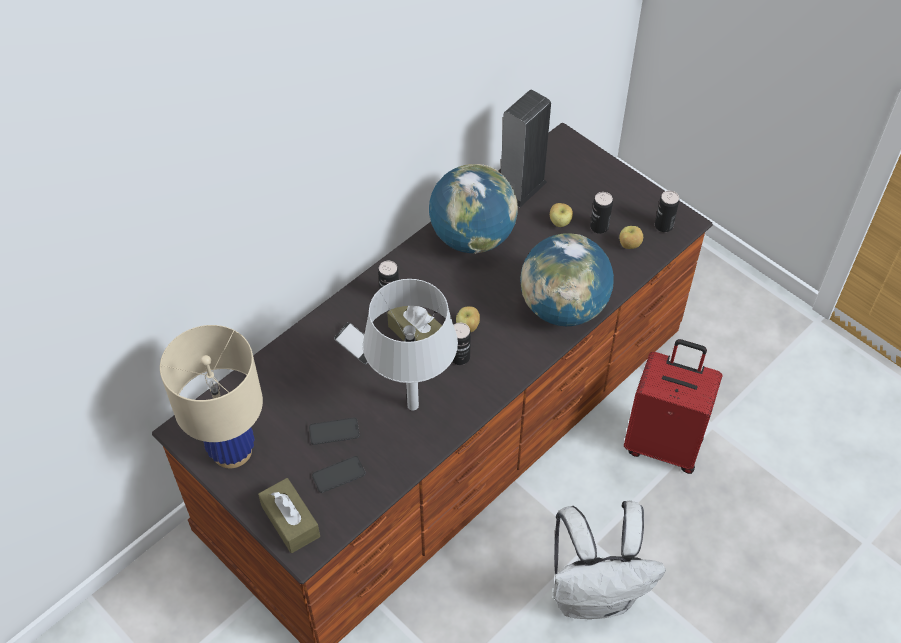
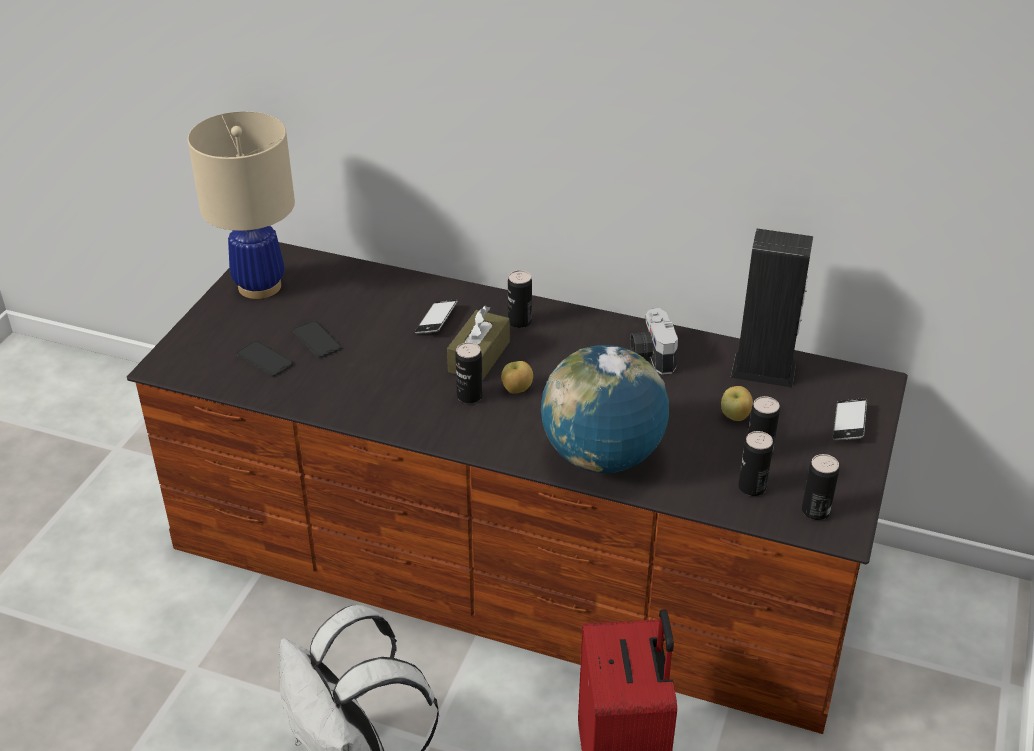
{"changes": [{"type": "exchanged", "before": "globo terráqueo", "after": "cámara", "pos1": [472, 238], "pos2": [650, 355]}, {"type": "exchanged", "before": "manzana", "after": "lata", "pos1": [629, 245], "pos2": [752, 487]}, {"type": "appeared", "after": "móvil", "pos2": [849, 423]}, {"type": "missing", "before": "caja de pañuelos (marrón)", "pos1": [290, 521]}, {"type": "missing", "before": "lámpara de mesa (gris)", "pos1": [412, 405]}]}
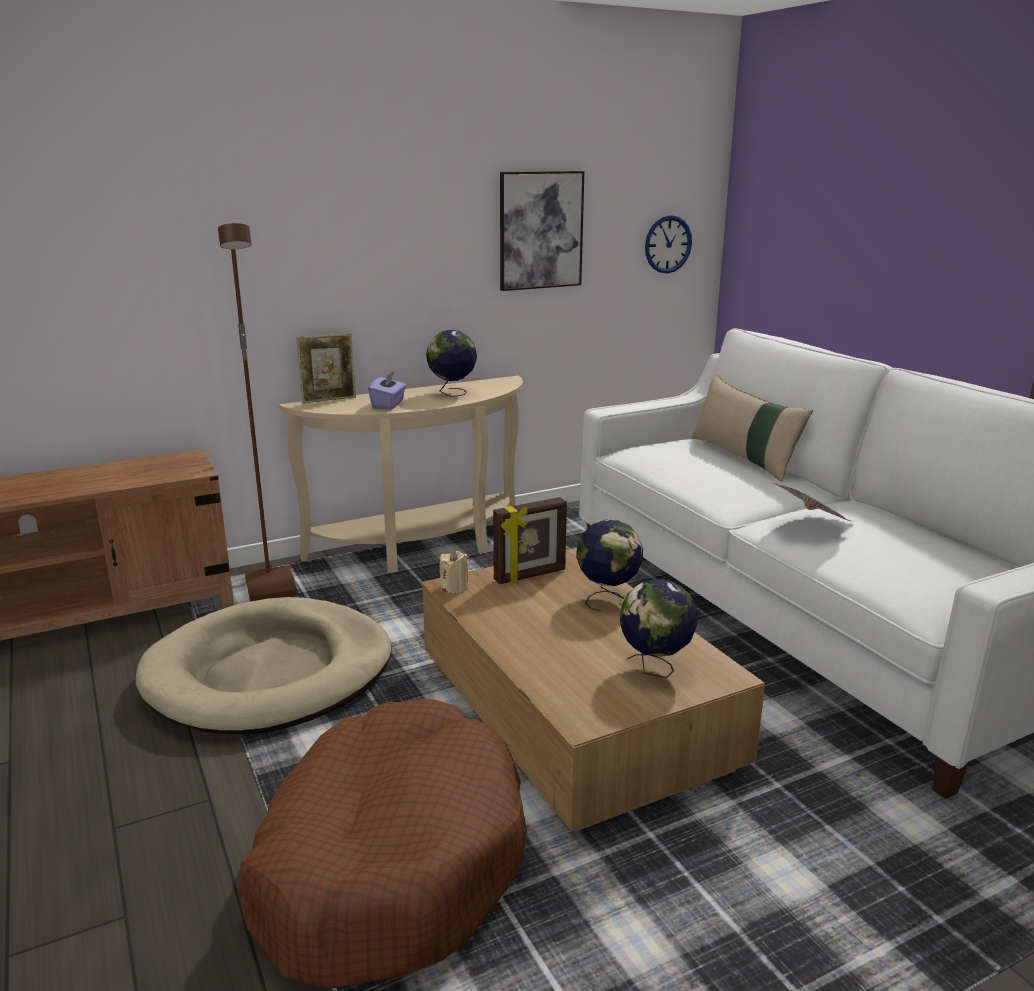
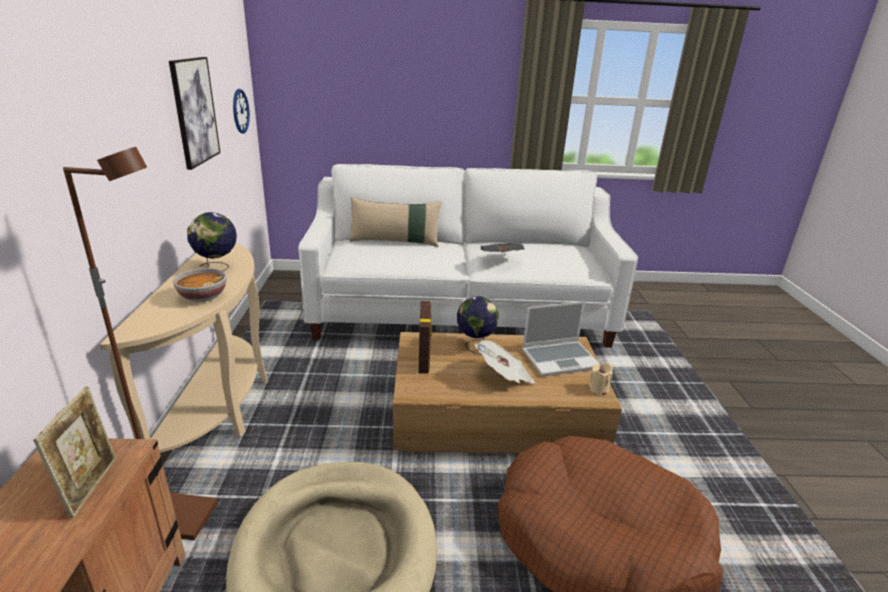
{"changes": [{"type": "relocated", "before": "portarretratos", "pos1": [329, 400], "pos2": [91, 486]}, {"type": "exchanged", "before": "caja de pañuelos (morado)", "after": "cuenco", "pos1": [388, 404], "pos2": [202, 296]}, {"type": "appeared", "after": "periódico", "pos2": [504, 376]}, {"type": "exchanged", "before": "globo terráqueo", "after": "portátil", "pos1": [655, 669], "pos2": [560, 359]}, {"type": "relocated", "before": "vela (beis)", "pos1": [454, 587], "pos2": [598, 389]}]}
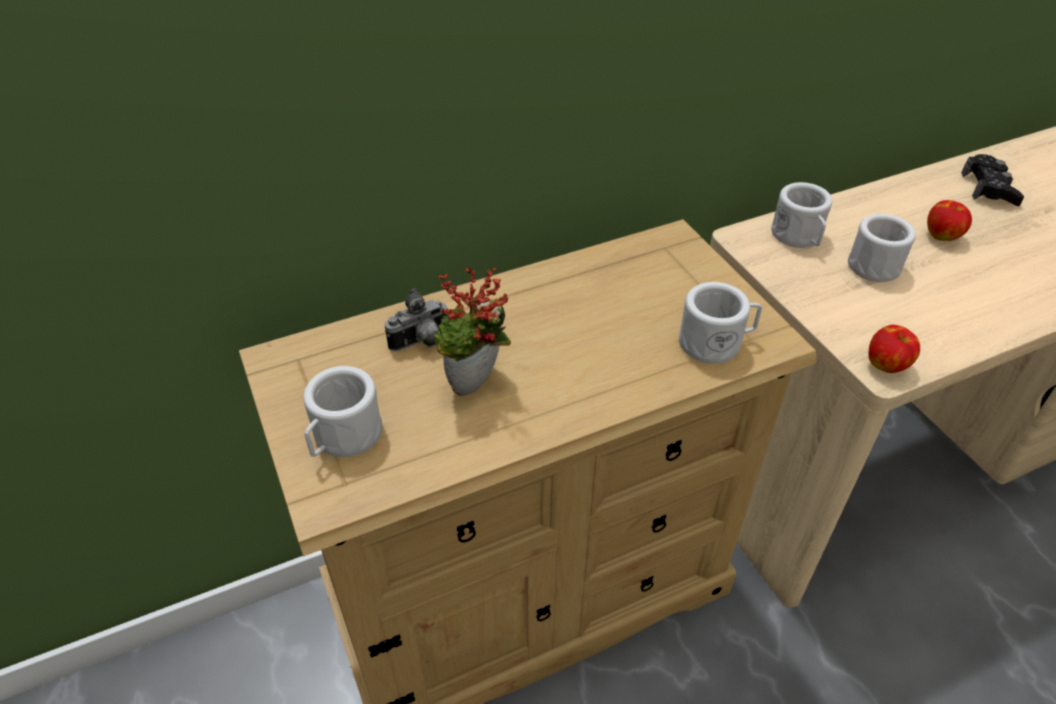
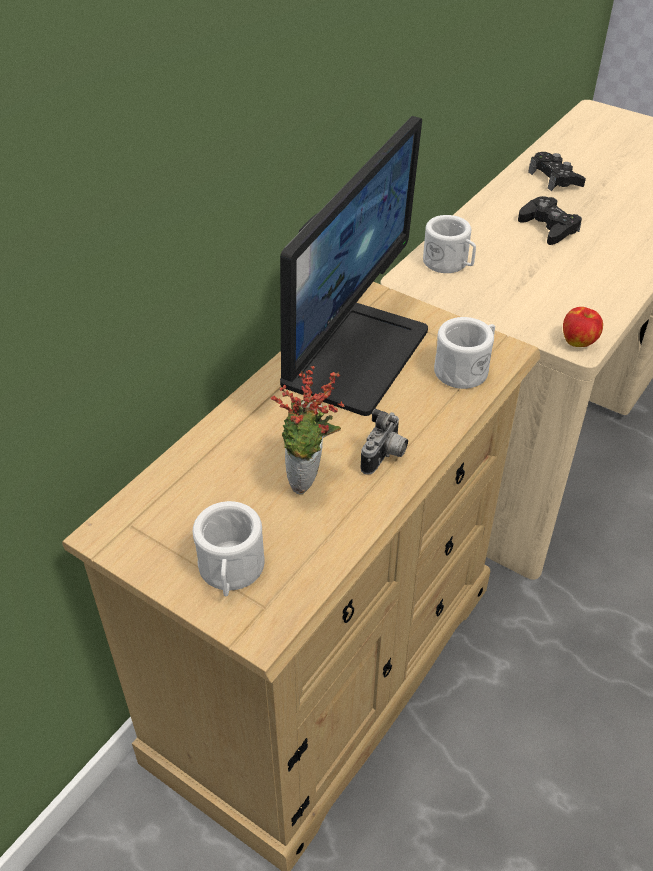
{"changes": [{"type": "appeared", "after": "monitor", "pos2": [353, 354]}, {"type": "relocated", "before": "cámara", "pos1": [422, 342], "pos2": [385, 457]}, {"type": "exchanged", "before": "manzana", "after": "mando de consola (negro)", "pos1": [942, 236], "pos2": [548, 227]}, {"type": "missing", "before": "taza grande (blanco)", "pos1": [872, 262]}]}
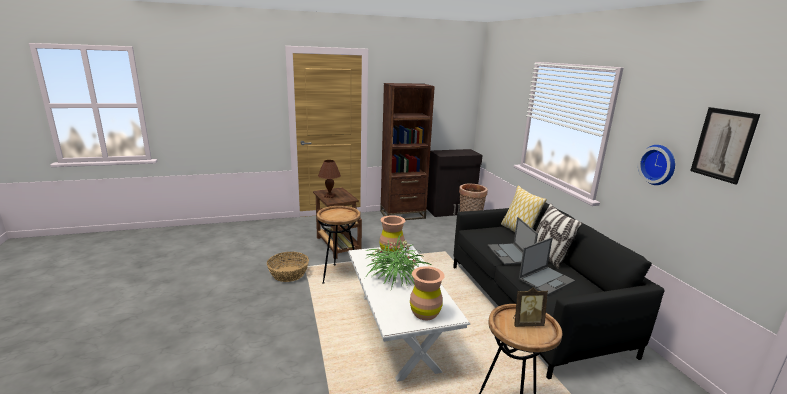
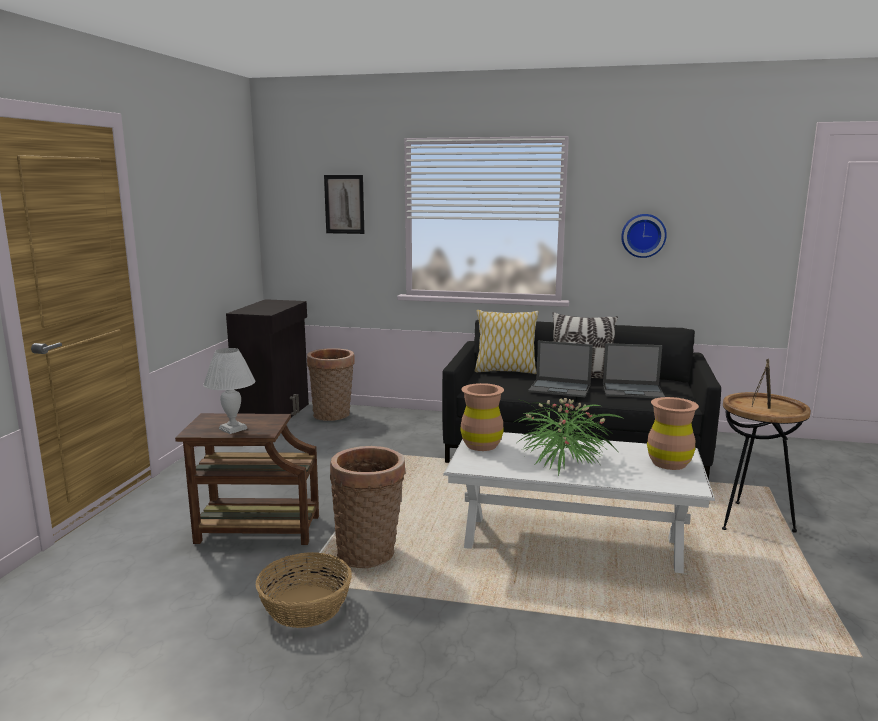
{"changes": [{"type": "colour", "before": "lámpara de mesa (marrón)", "after": "lámpara de mesa (blanco)", "pos1": [330, 196], "pos2": [233, 428]}, {"type": "relocated", "before": "cuadro", "pos1": [723, 144], "pos2": [344, 204]}, {"type": "exchanged", "before": "mesa auxiliar (marrón)", "after": "cesta", "pos1": [339, 275], "pos2": [370, 553]}, {"type": "spun", "before": "portátil", "pos1": [546, 280], "pos2": [633, 391], "turn": 105}, {"type": "missing", "before": "estantería (marrón)", "pos1": [402, 215]}]}
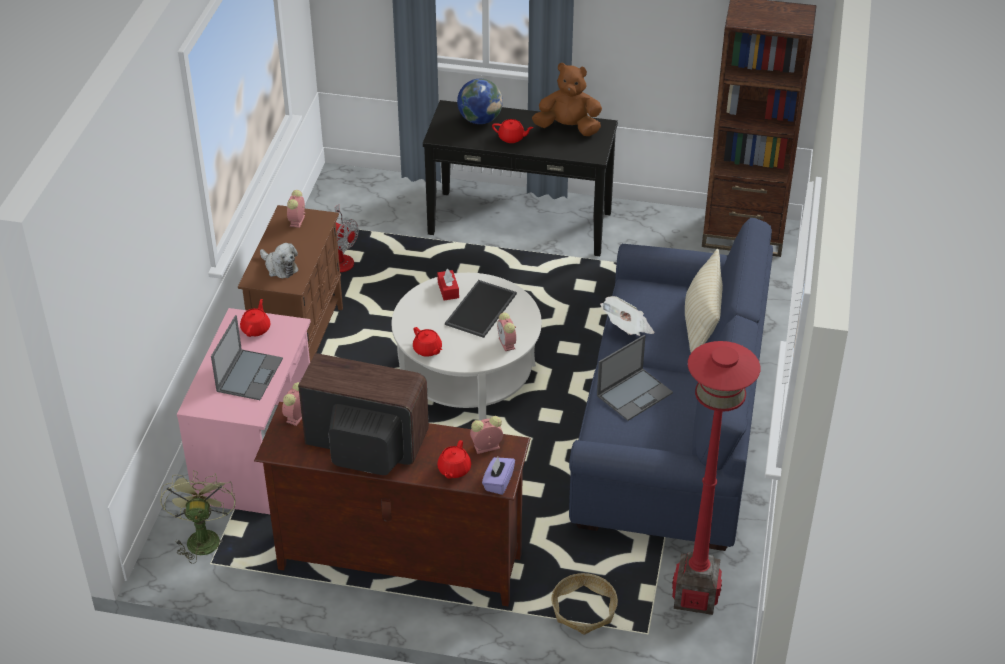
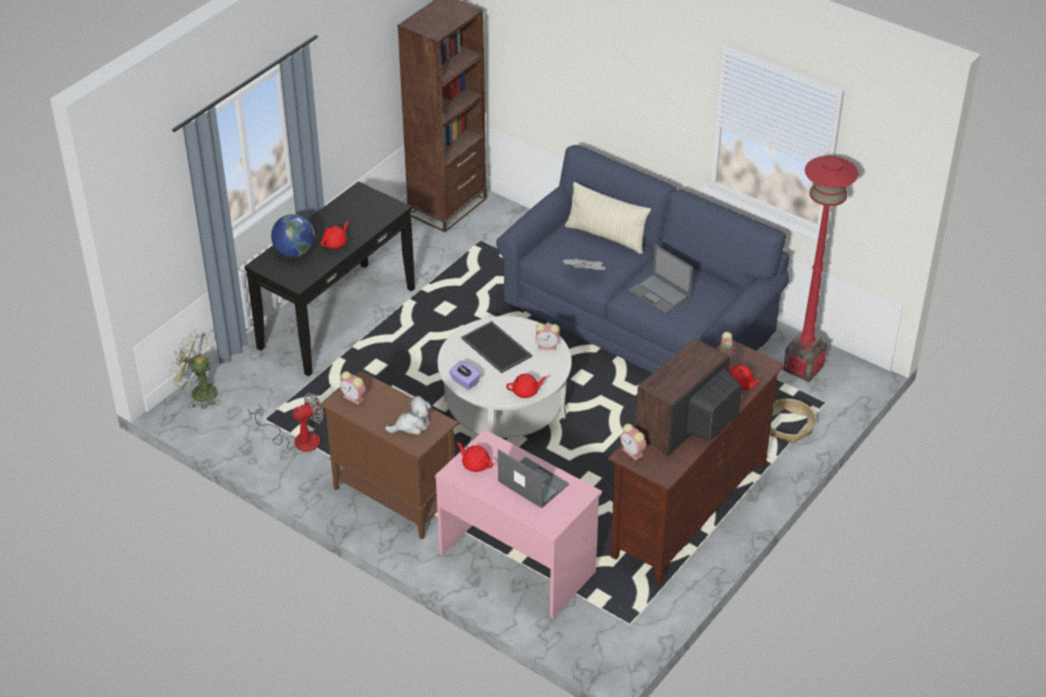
{"changes": [{"type": "relocated", "before": "ventilador (verde)", "pos1": [202, 537], "pos2": [198, 393]}, {"type": "relocated", "before": "caja de pañuelos (morado)", "pos1": [498, 482], "pos2": [464, 382]}, {"type": "spun", "before": "portátil", "pos1": [635, 394], "pos2": [660, 294], "turn": 150}, {"type": "missing", "before": "caja de pañuelos (rojo)", "pos1": [448, 290]}, {"type": "missing", "before": "peluche (marrón)", "pos1": [568, 128]}]}
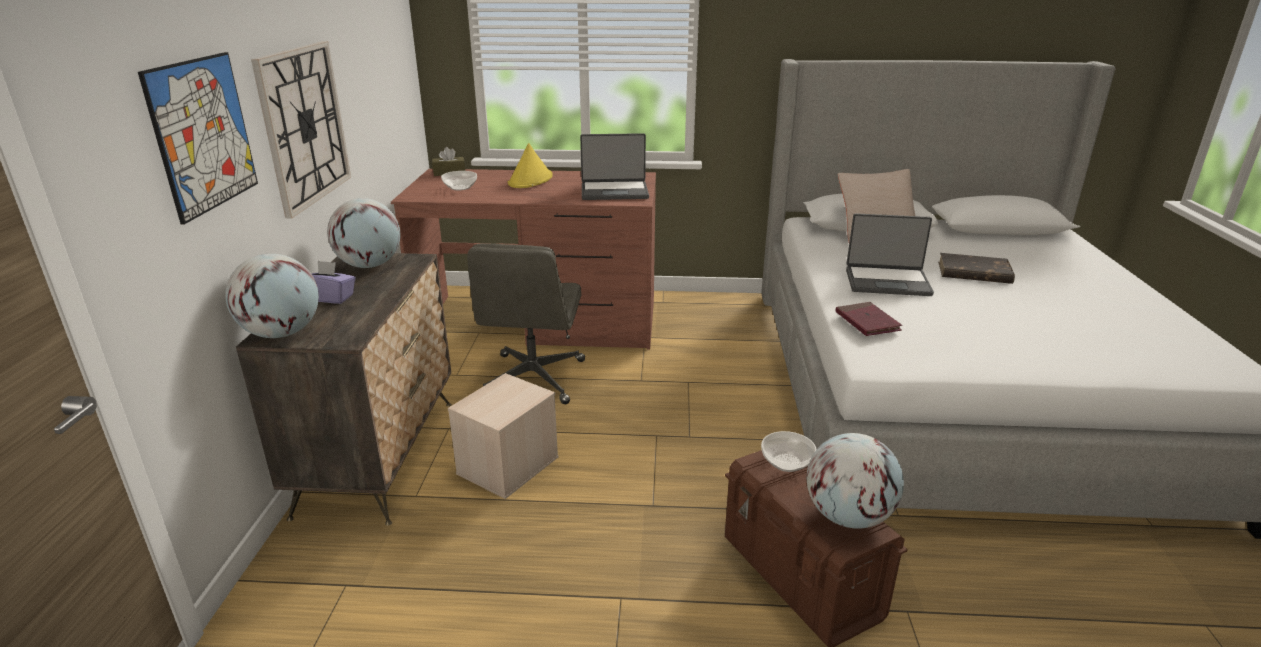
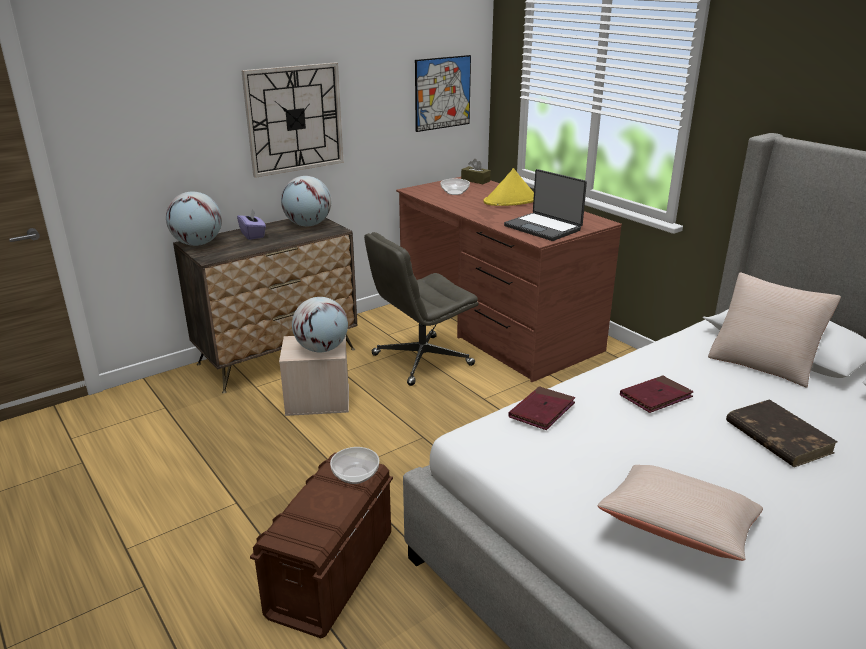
{"changes": [{"type": "relocated", "before": "globo terráqueo", "pos1": [847, 516], "pos2": [322, 349]}, {"type": "relocated", "before": "cuadro", "pos1": [203, 134], "pos2": [442, 93]}, {"type": "appeared", "after": "cojín (beis)", "pos2": [678, 528]}, {"type": "exchanged", "before": "portátil", "after": "libro (rojo)", "pos1": [887, 282], "pos2": [655, 397]}]}
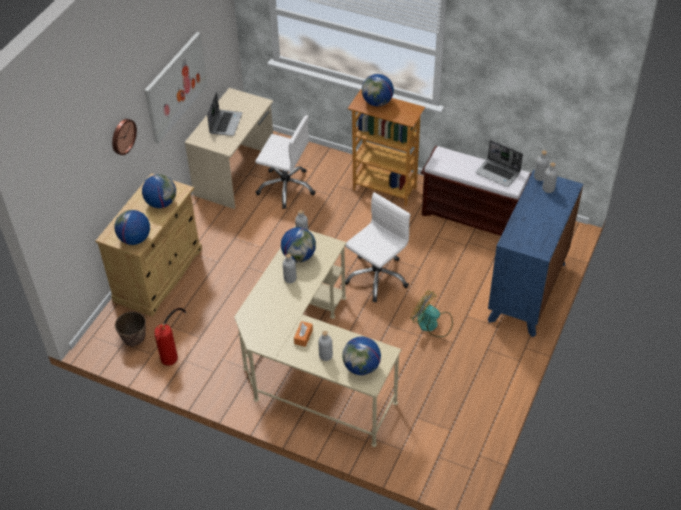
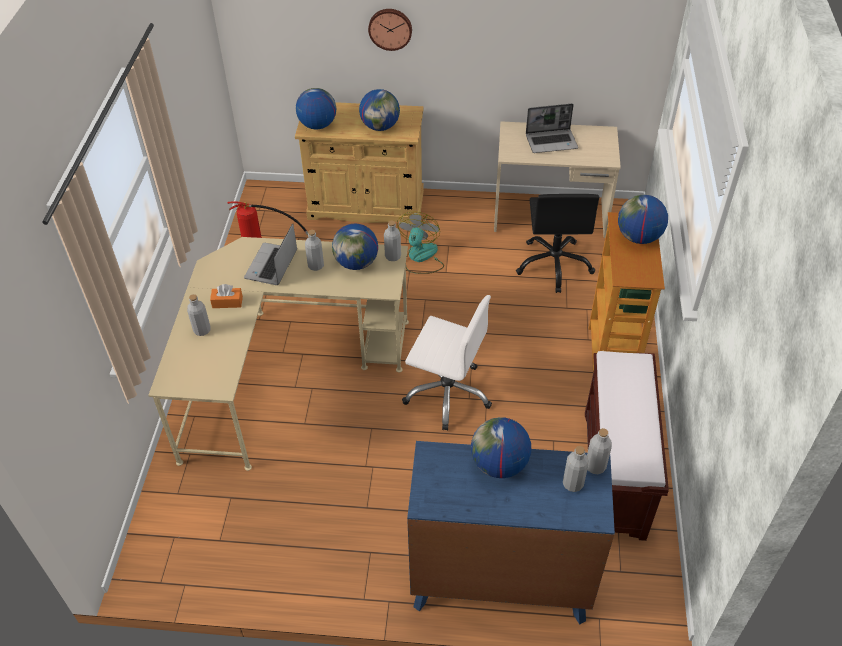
{"changes": [{"type": "relocated", "before": "portátil", "pos1": [498, 173], "pos2": [272, 266]}, {"type": "relocated", "before": "ventilador", "pos1": [432, 324], "pos2": [421, 257]}, {"type": "relocated", "before": "globo terráqueo", "pos1": [361, 367], "pos2": [499, 464]}, {"type": "colour", "before": "silla de oficina (blanco)", "after": "silla de oficina (negro)", "pos1": [286, 187], "pos2": [554, 264]}, {"type": "missing", "before": "maceta", "pos1": [134, 340]}, {"type": "missing", "before": "cuadro", "pos1": [175, 86]}]}
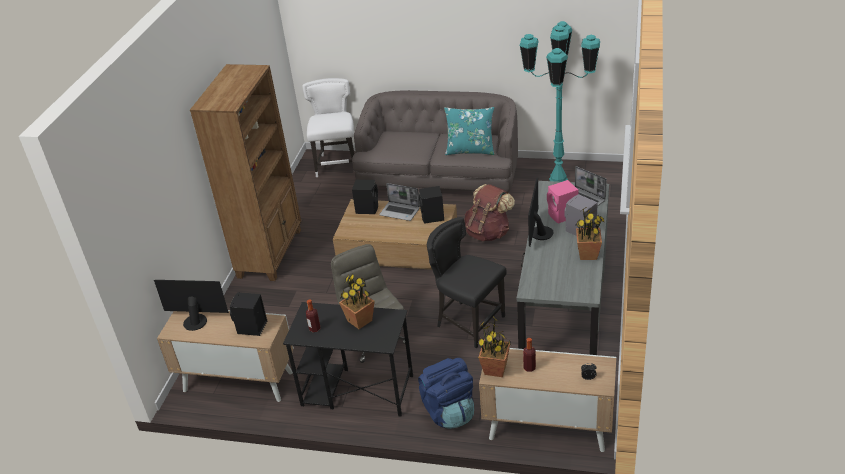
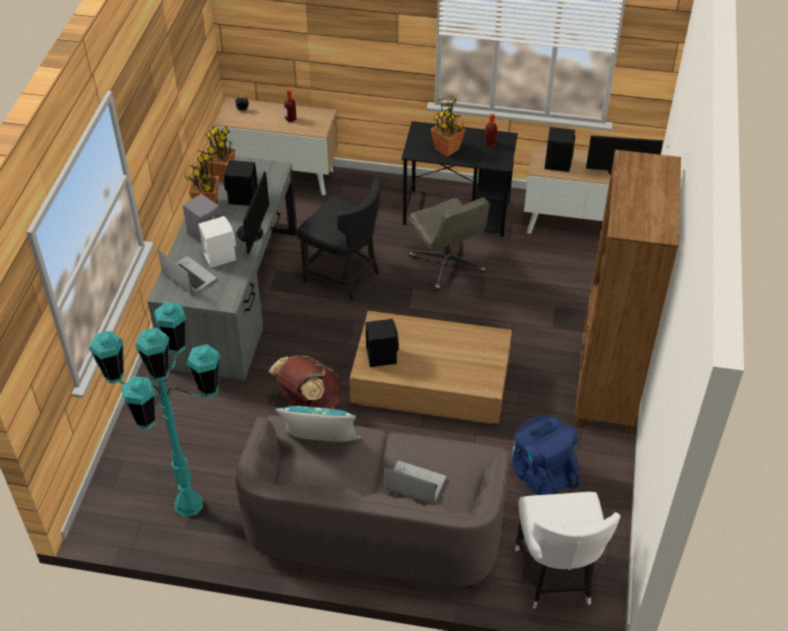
{"changes": [{"type": "colour", "before": "altavoz (rosa)", "after": "altavoz (blanco)", "pos1": [563, 216], "pos2": [219, 255]}, {"type": "relocated", "before": "planta en maceta", "pos1": [495, 369], "pos2": [221, 175]}, {"type": "relocated", "before": "altavoz (negro)", "pos1": [367, 208], "pos2": [242, 198]}, {"type": "relocated", "before": "portátil", "pos1": [400, 212], "pos2": [414, 484]}, {"type": "relocated", "before": "mochila (azul)", "pos1": [449, 411], "pos2": [541, 474]}]}
